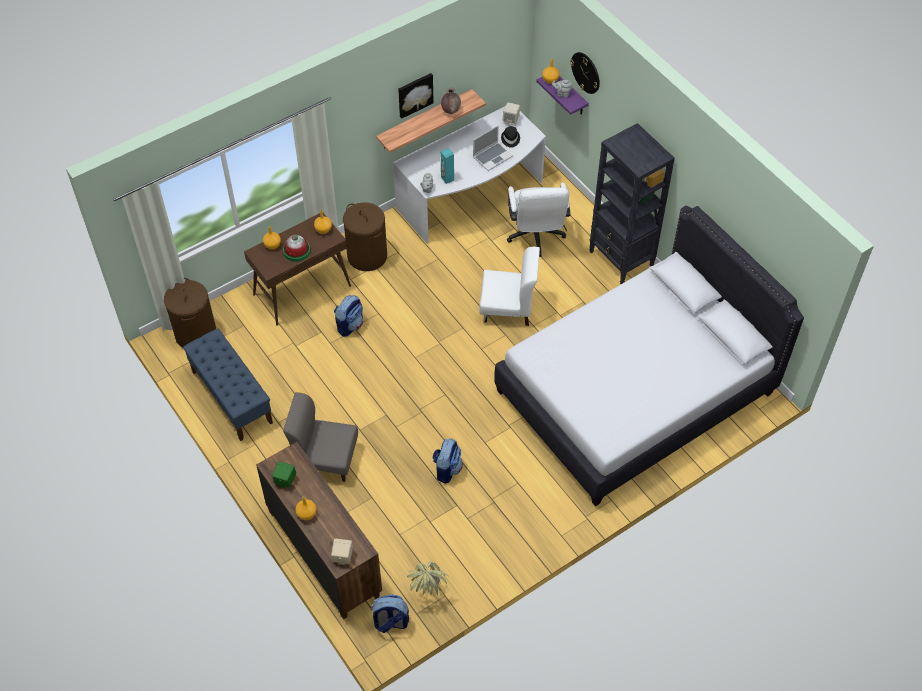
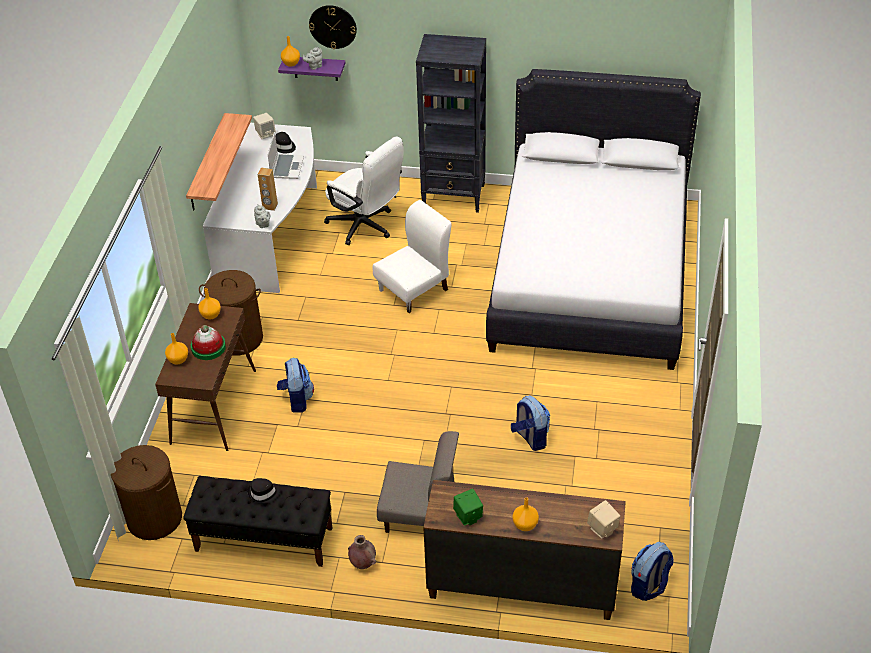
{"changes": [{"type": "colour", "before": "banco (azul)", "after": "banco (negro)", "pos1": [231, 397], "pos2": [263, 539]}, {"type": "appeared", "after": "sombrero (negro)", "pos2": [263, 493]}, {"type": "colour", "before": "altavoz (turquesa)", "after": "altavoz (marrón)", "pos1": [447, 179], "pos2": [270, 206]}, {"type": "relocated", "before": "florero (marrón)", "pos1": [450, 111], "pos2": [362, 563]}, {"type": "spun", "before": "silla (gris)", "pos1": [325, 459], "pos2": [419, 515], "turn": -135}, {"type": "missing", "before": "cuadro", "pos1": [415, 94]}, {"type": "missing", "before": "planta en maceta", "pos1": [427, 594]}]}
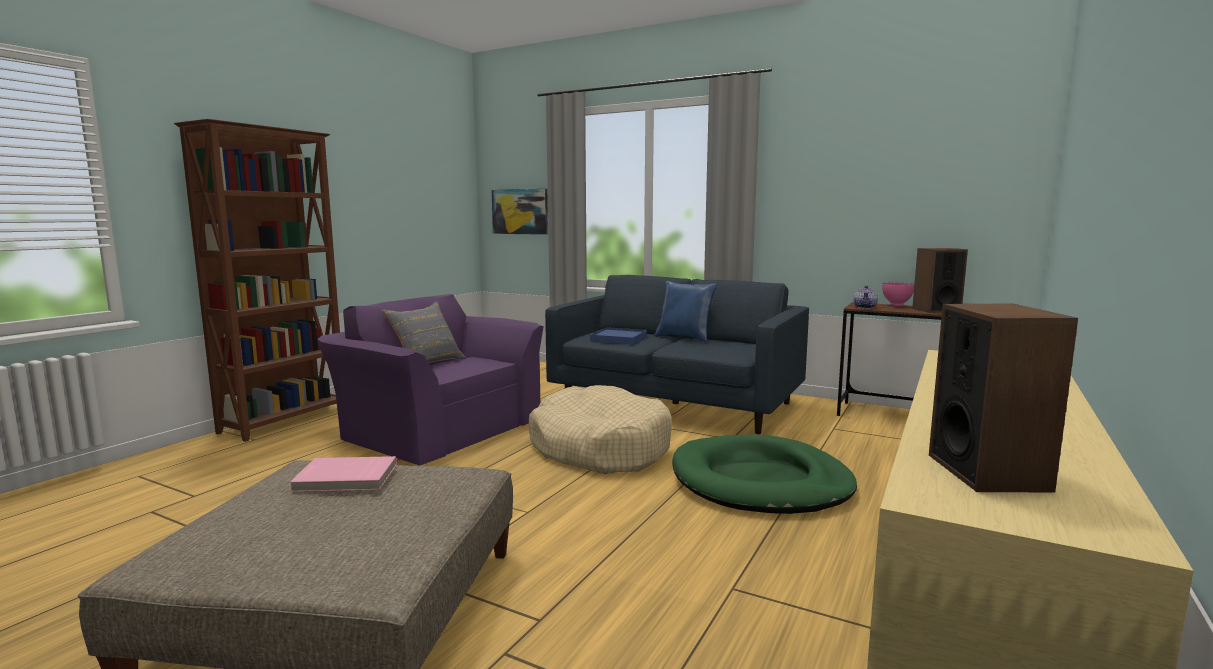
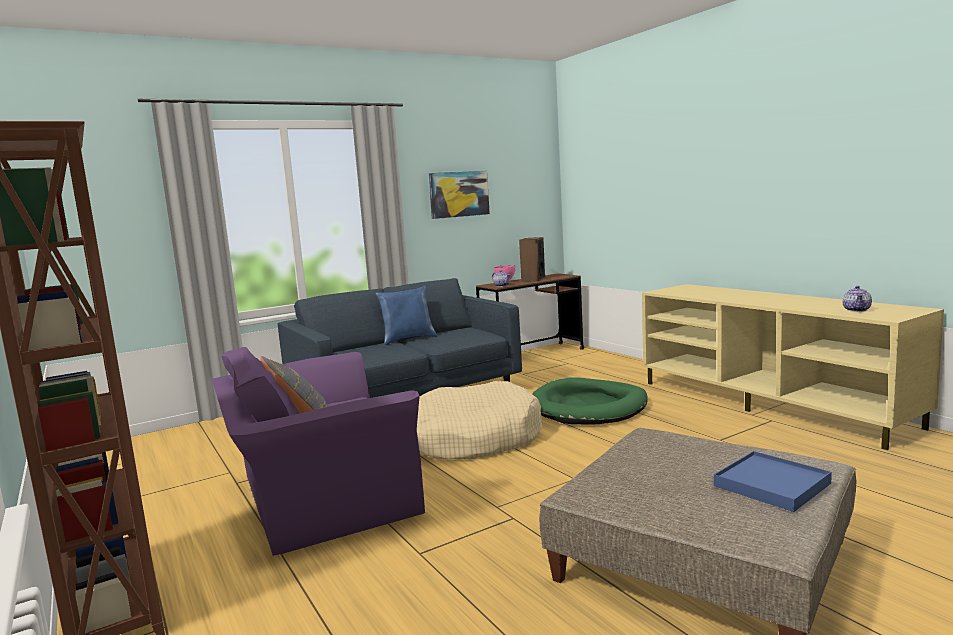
{"changes": [{"type": "relocated", "before": "cuadro", "pos1": [520, 211], "pos2": [459, 194]}, {"type": "relocated", "before": "bandeja (azul)", "pos1": [619, 339], "pos2": [772, 484]}, {"type": "exchanged", "before": "altavoz", "after": "tetera", "pos1": [987, 472], "pos2": [857, 310]}, {"type": "missing", "before": "libro (rosa)", "pos1": [345, 478]}]}
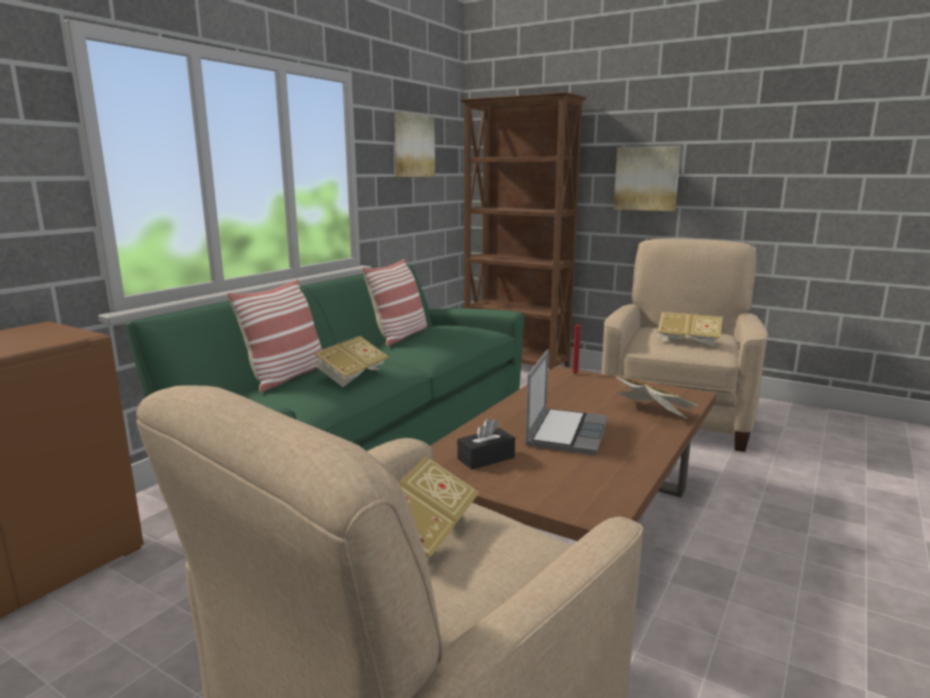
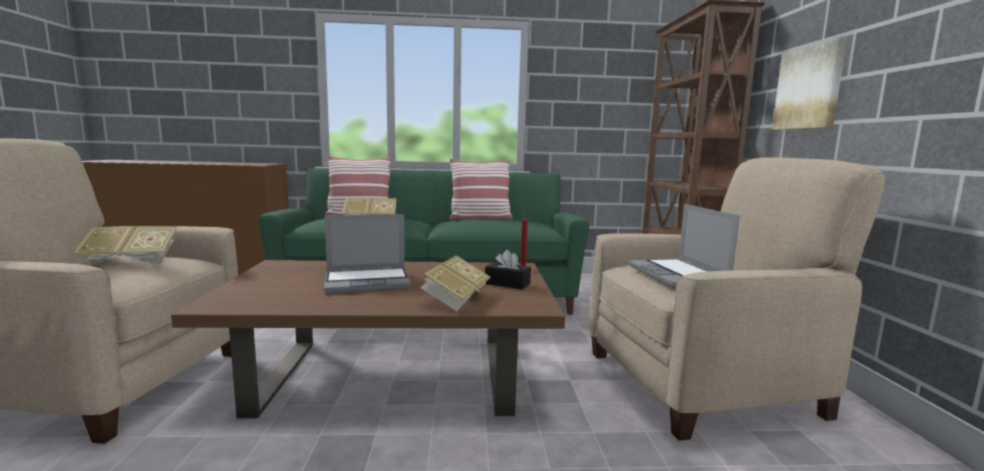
{"changes": [{"type": "relocated", "before": "caja de pañuelos (negro)", "pos1": [486, 458], "pos2": [507, 283]}, {"type": "exchanged", "before": "libro", "after": "portátil", "pos1": [688, 341], "pos2": [678, 275]}, {"type": "missing", "before": "cuadro", "pos1": [413, 145]}]}
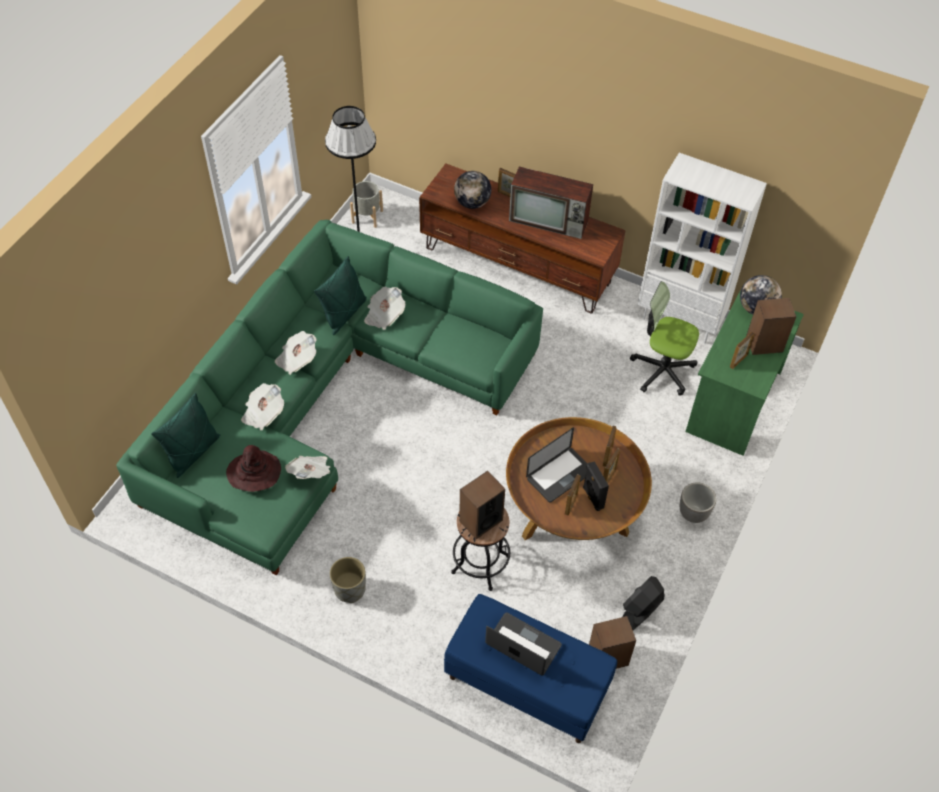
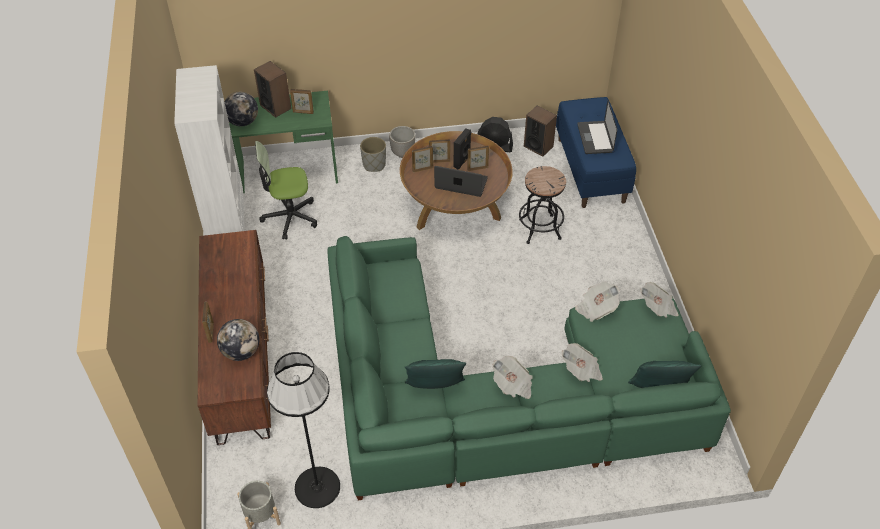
{"changes": [{"type": "spun", "before": "silla de oficina", "pos1": [662, 370], "pos2": [290, 217], "turn": 90}, {"type": "relocated", "before": "maceta (gris)", "pos1": [349, 589], "pos2": [374, 165]}, {"type": "relocated", "before": "periódico", "pos1": [384, 315], "pos2": [658, 308]}, {"type": "missing", "before": "sombrero (marrón)", "pos1": [254, 472]}, {"type": "missing", "before": "altavoz", "pos1": [480, 520]}, {"type": "missing", "before": "televisor", "pos1": [550, 221]}]}
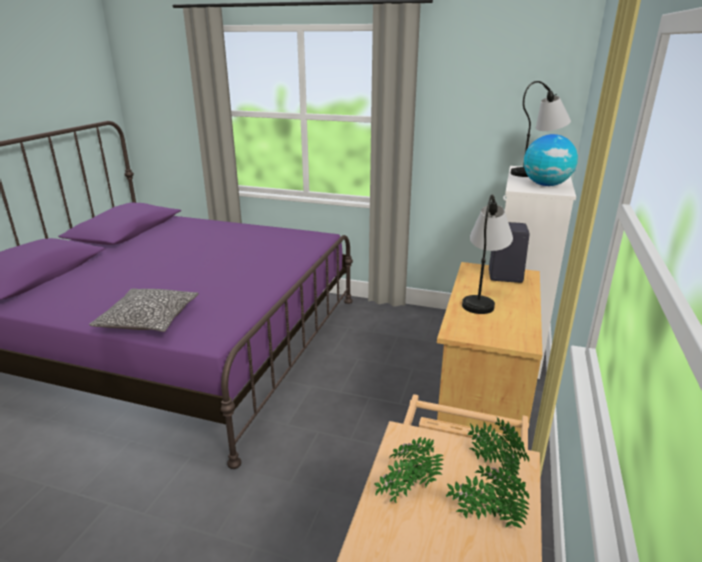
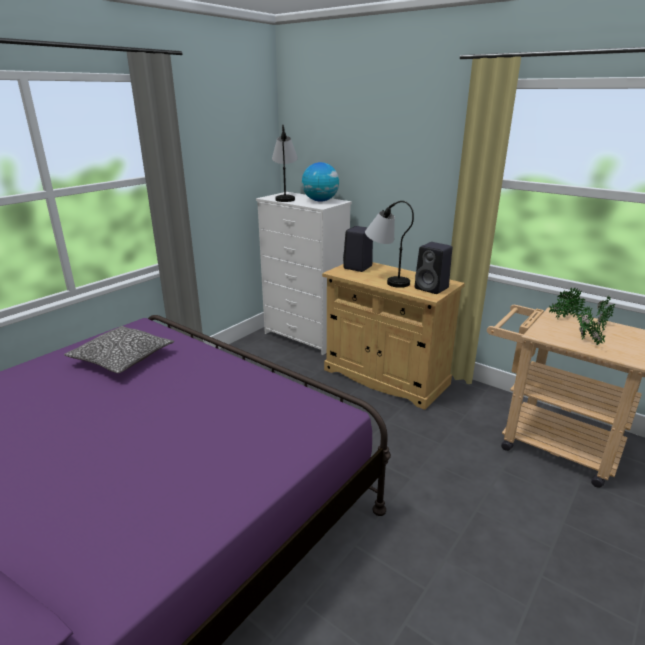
{"changes": [{"type": "relocated", "before": "cojín", "pos1": [149, 320], "pos2": [122, 358]}, {"type": "appeared", "after": "altavoz (negro)", "pos2": [432, 288]}]}
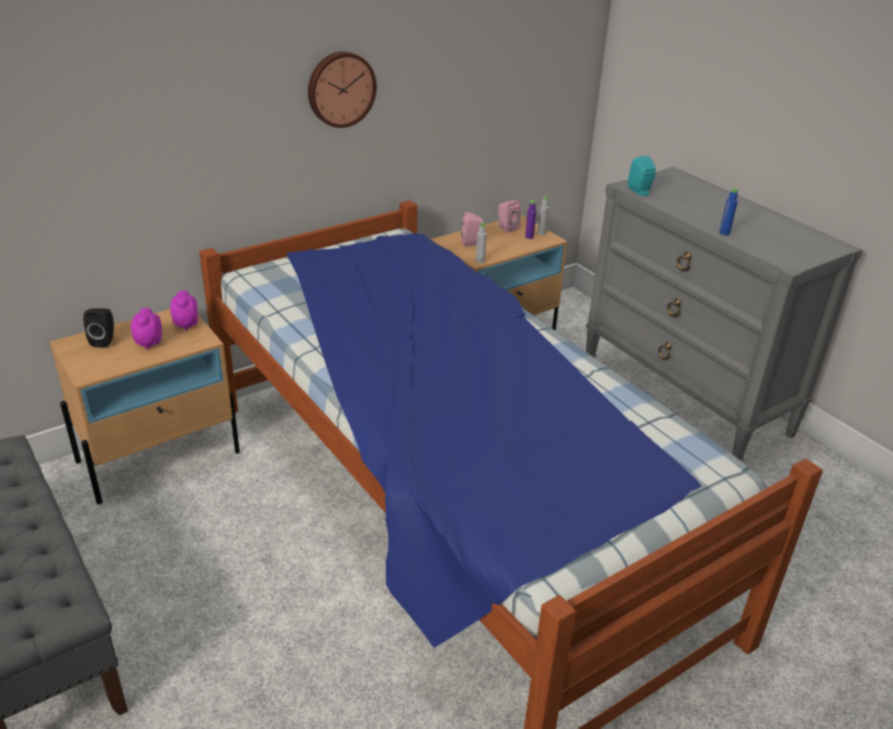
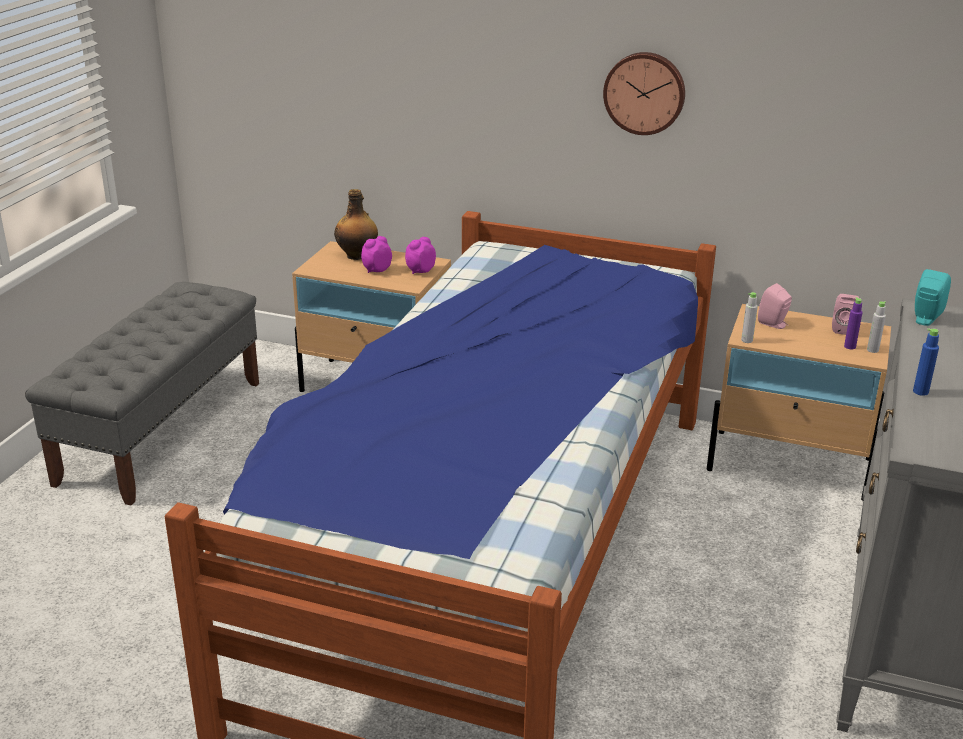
{"changes": [{"type": "exchanged", "before": "altavoz (negro)", "after": "botella", "pos1": [104, 340], "pos2": [357, 255]}]}
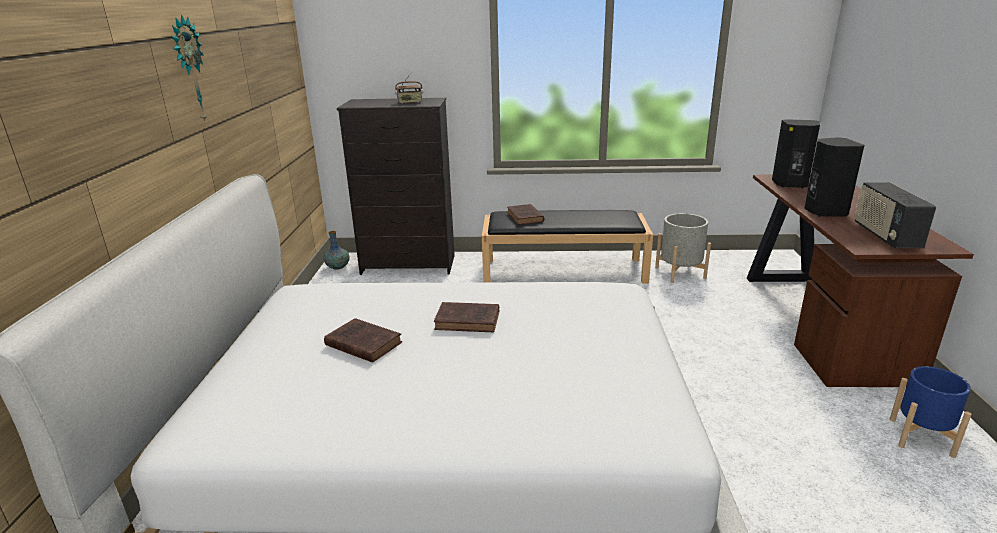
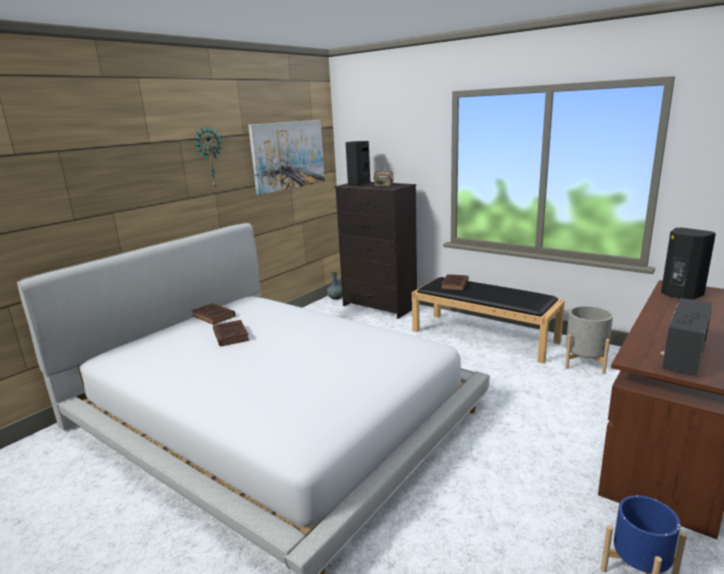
{"changes": [{"type": "relocated", "before": "libro (marrón)", "pos1": [469, 321], "pos2": [214, 316]}, {"type": "appeared", "after": "cuadro", "pos2": [288, 155]}, {"type": "relocated", "before": "altavoz (negro)", "pos1": [823, 212], "pos2": [358, 183]}]}
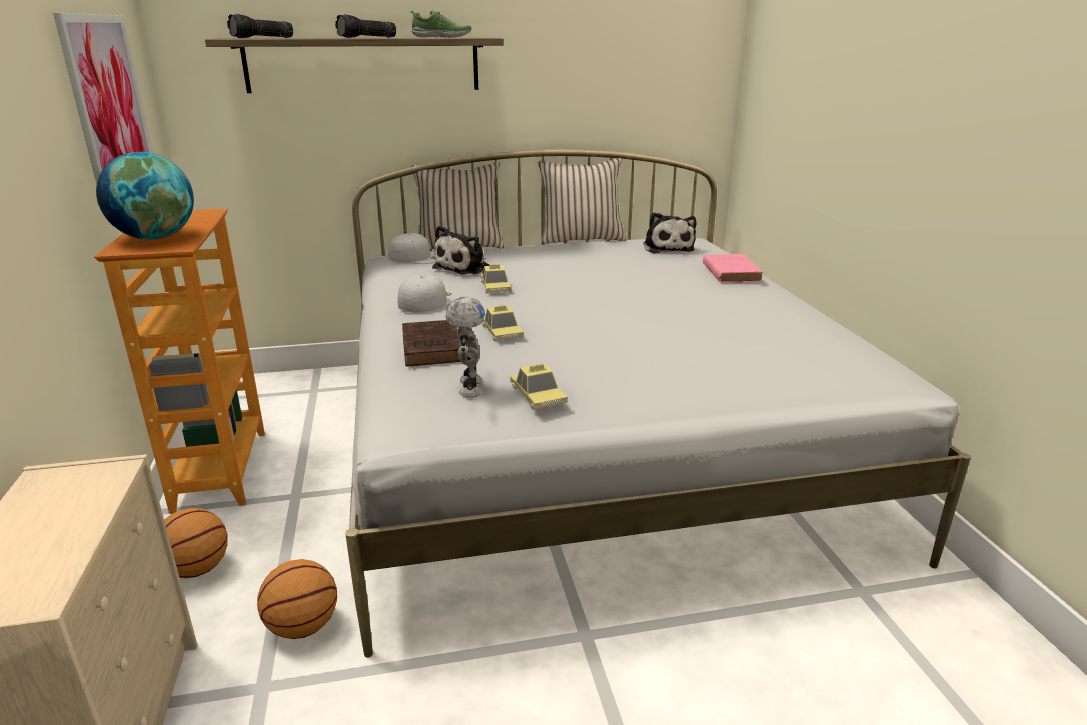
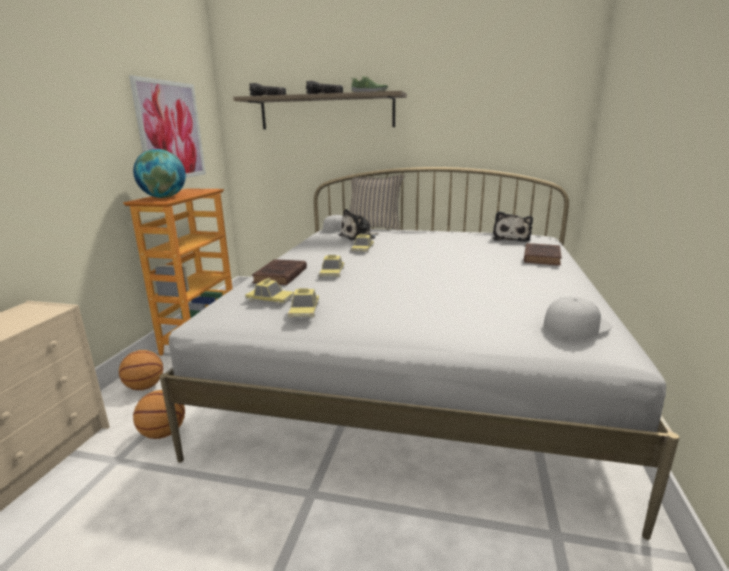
{"changes": [{"type": "exchanged", "before": "robot de juguete", "after": "coche de juguete", "pos1": [468, 387], "pos2": [270, 299]}, {"type": "colour", "before": "libro (rosa)", "after": "libro (marrón)", "pos1": [730, 272], "pos2": [541, 257]}, {"type": "relocated", "before": "gorra (blanco)", "pos1": [428, 301], "pos2": [576, 325]}, {"type": "missing", "before": "cojín (beis)", "pos1": [581, 239]}]}
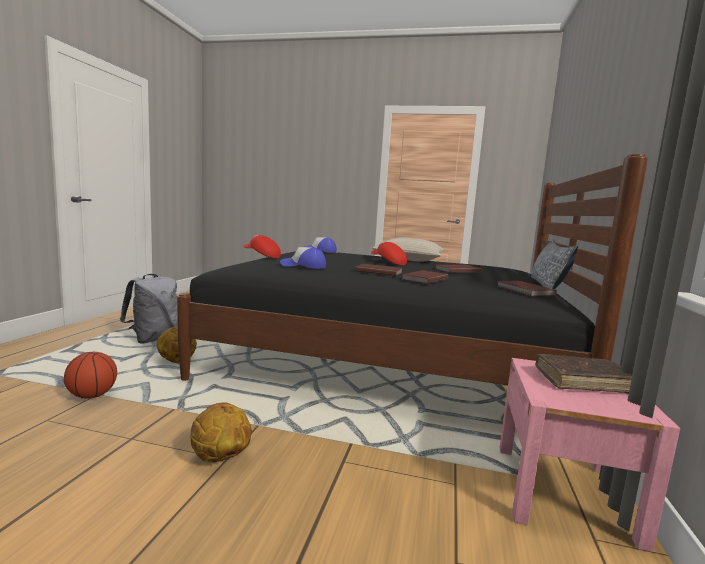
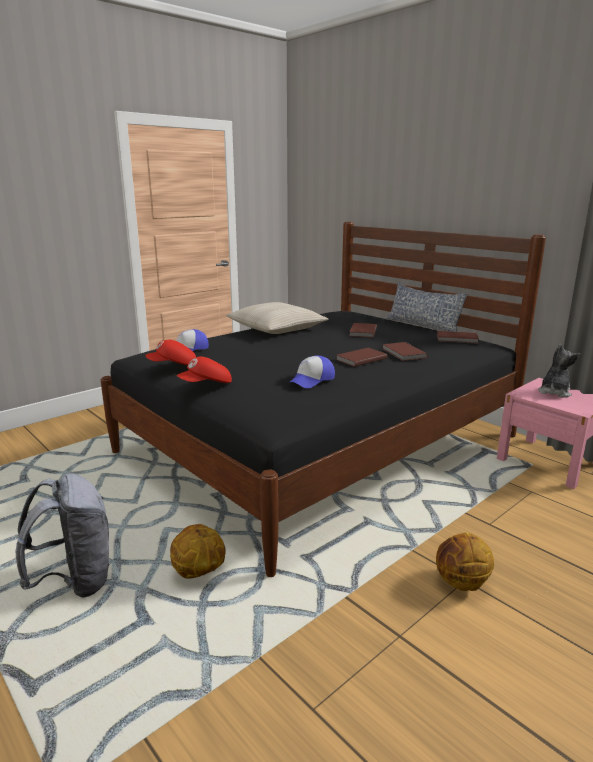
{"changes": [{"type": "relocated", "before": "gorra (rojo)", "pos1": [388, 263], "pos2": [173, 366]}, {"type": "exchanged", "before": "libro (marrón)", "after": "peluche", "pos1": [582, 381], "pos2": [554, 392]}, {"type": "missing", "before": "balón de baloncesto", "pos1": [92, 396]}]}
